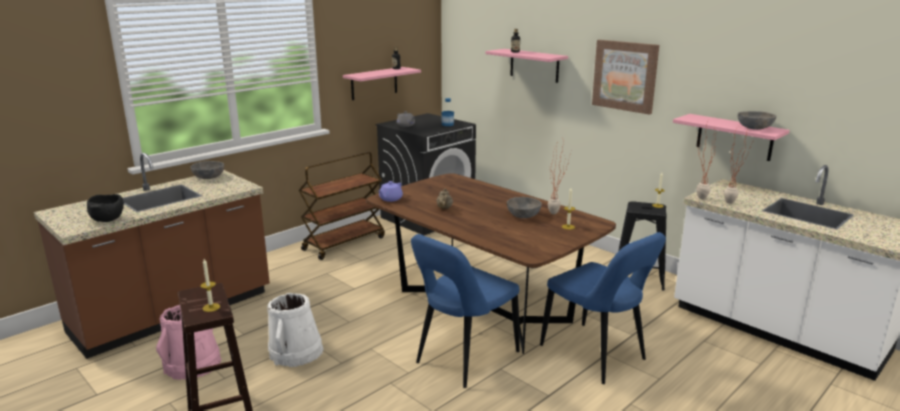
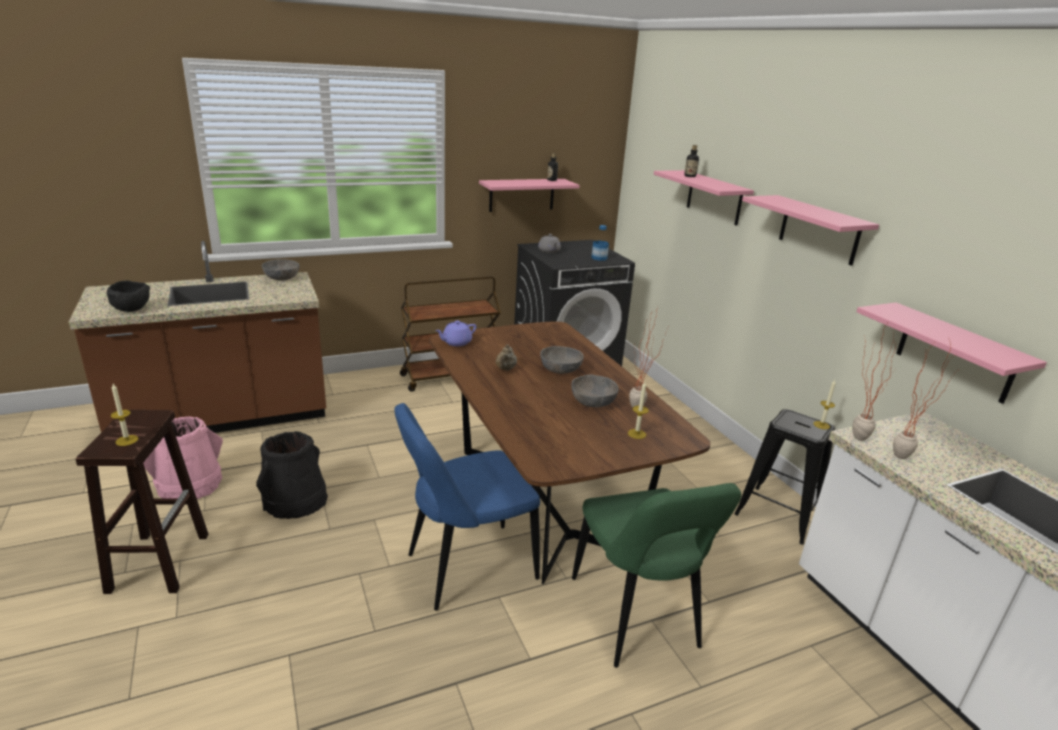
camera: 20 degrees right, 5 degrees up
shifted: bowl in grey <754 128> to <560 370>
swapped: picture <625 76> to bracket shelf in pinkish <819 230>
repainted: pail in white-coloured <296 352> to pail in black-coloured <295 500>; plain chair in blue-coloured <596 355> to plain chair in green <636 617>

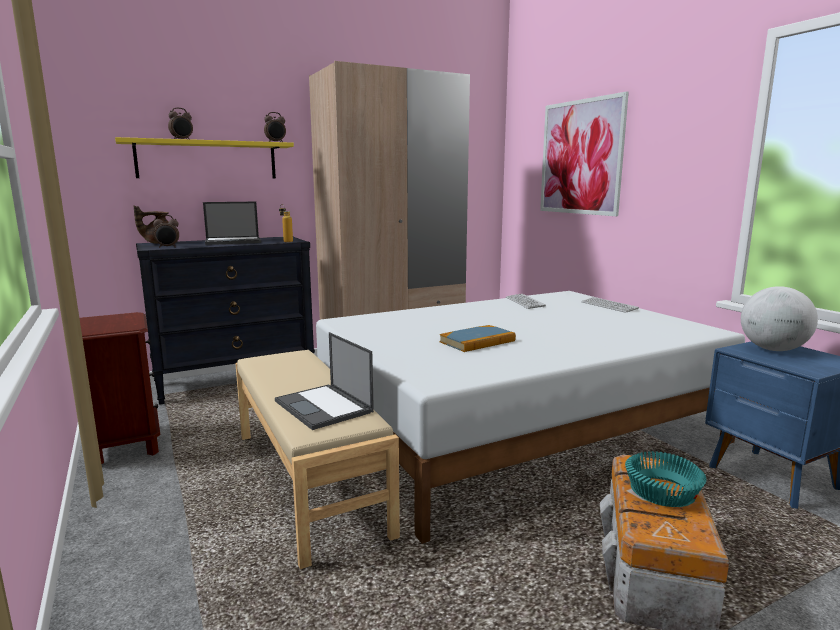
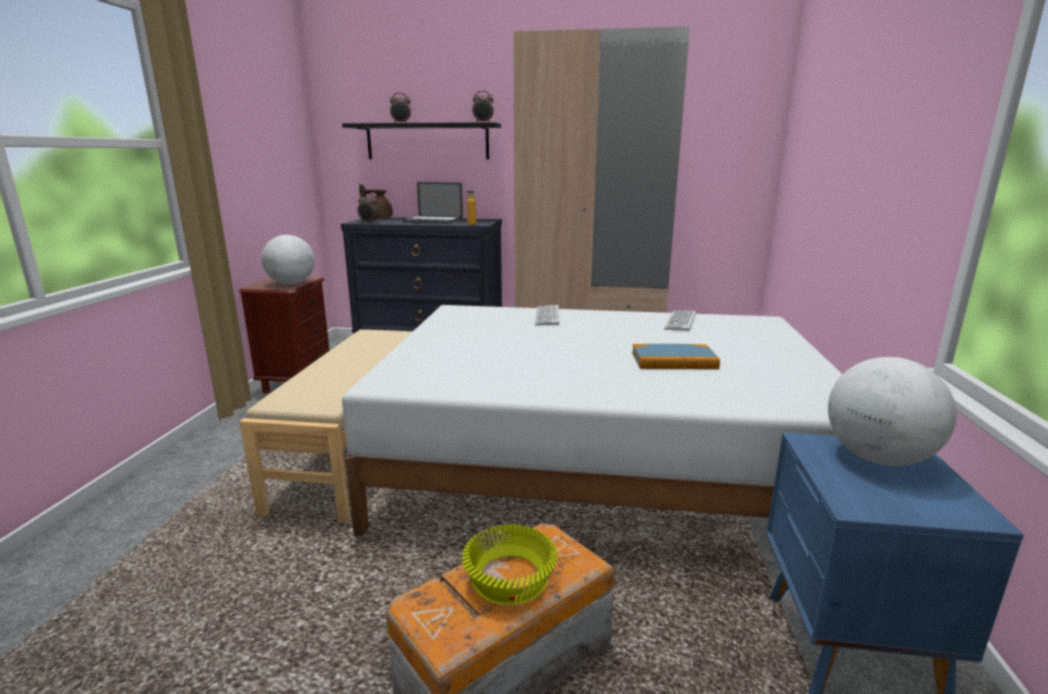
camera: 35 degrees right, 5 degrees up
gone: portable computer <324 407>; picture <580 157>
new: globe <291 283>
shifted: keyboard <609 306> to <547 316>; book <477 341> to <673 361>
repainted: bracket shelf in yellowish <207 160> to bracket shelf in black-coloured <427 141>; bowl in turquoise-coloured <663 492> to bowl in yellowish <509 580>

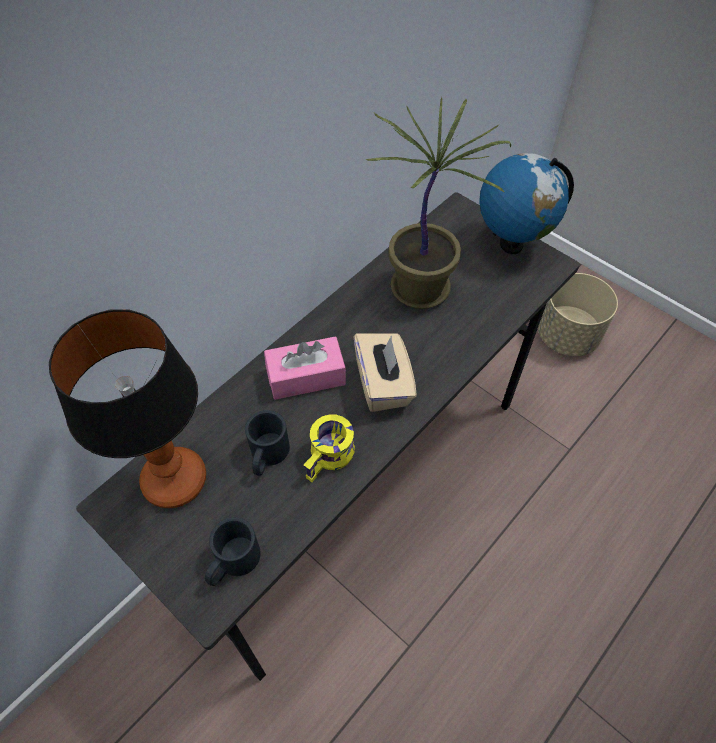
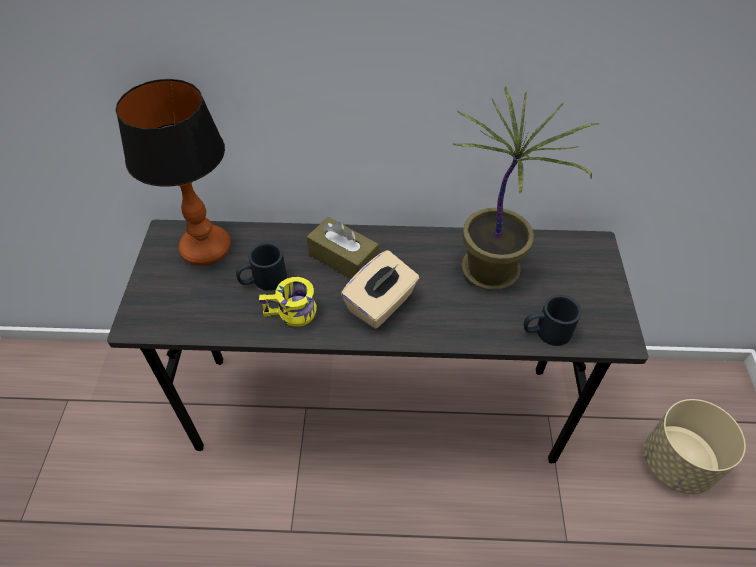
camera: 50 degrees right, 5 degrees down
gone: globe <511 244>
shifted: tea mug in black-coloured <232 563> to <546 332>
repainted: tissue holder in pinkish <306 376> to tissue holder in brown-coloured <343 259>

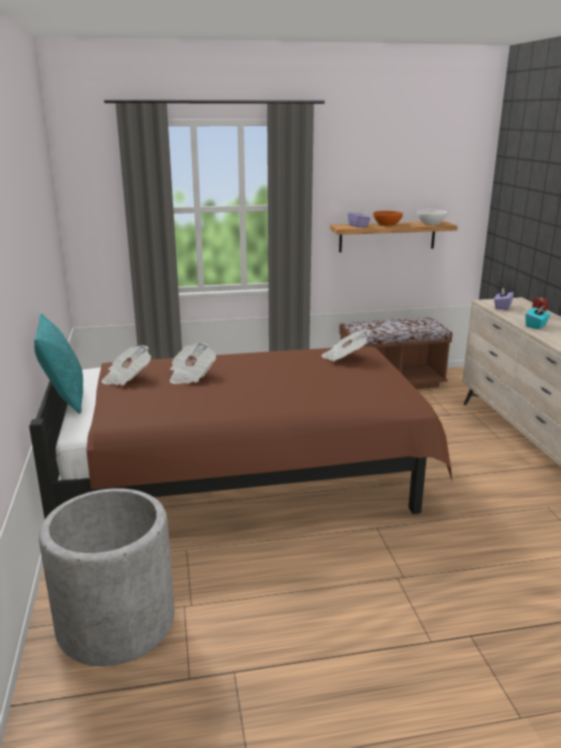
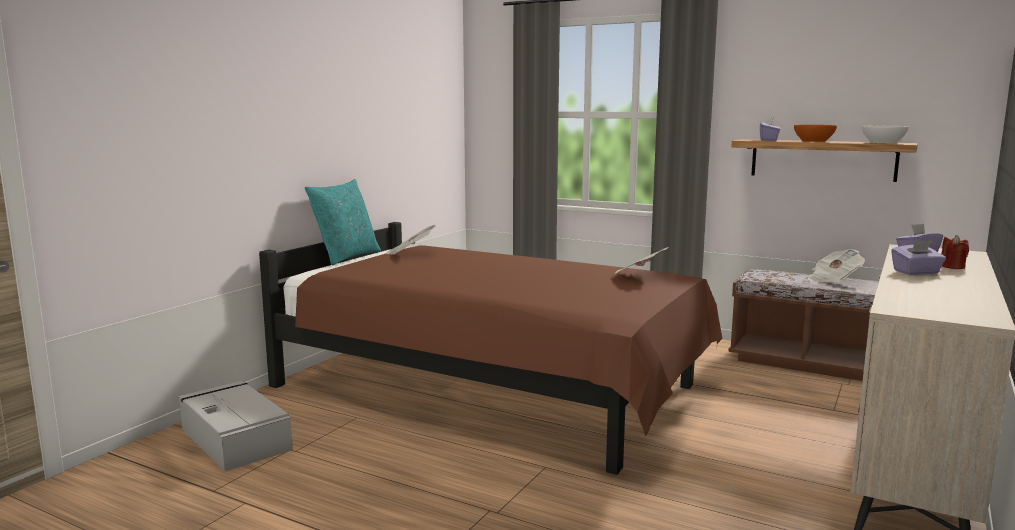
camera: 40 degrees right, 10 degrees down
shifted: daily paper <191 376> to <833 280>
swapped: flower pot in grey <116 622> to storage bin in grey <235 438>
repainted: tissue holder in turquoise-coloured <536 325> to tissue holder in purple-coloured <916 272>

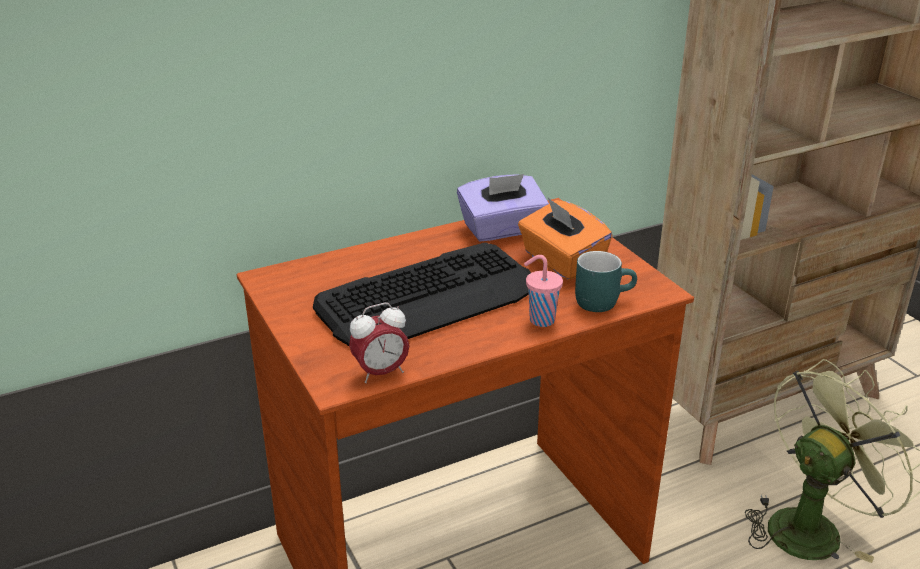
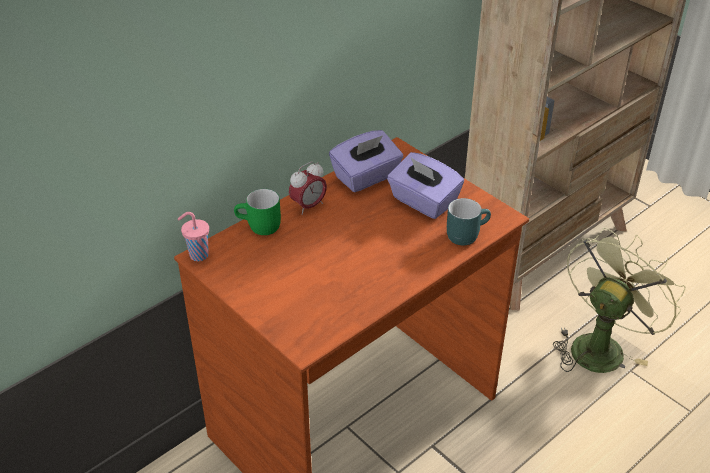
camera: 15 degrees left, 10 degrees up
gone: keyboard <429 298>
new: tea mug in green <259 227>
shifted: cup in pinkish <540 320> to <197 255>; alarm clock <380 373> to <308 206>
repainted: tissue holder in orangey <561 262> to tissue holder in purple-coloured <423 202>

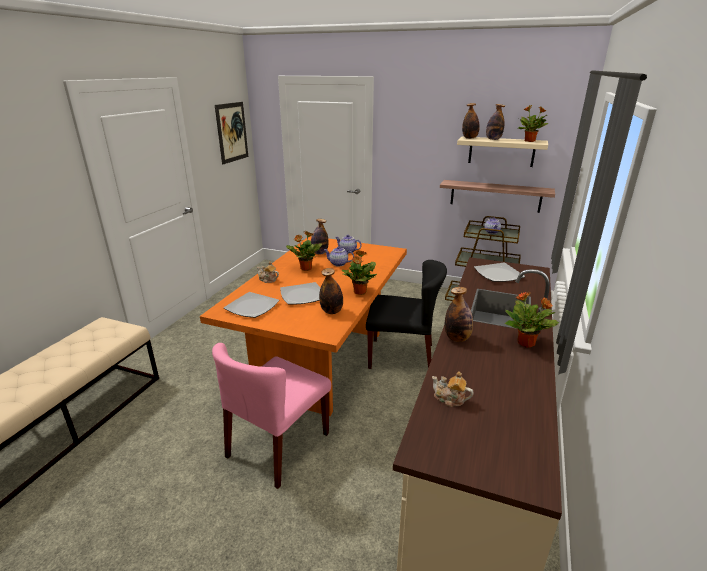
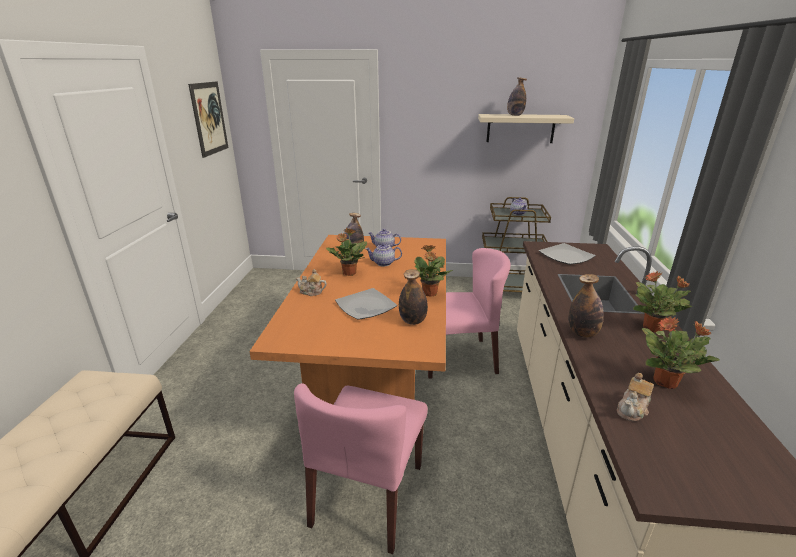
camera: 15 degrees left, 0 degrees up
gone: flat dish <251 307>; bracket shelf <495 196>; drink bottle <469 138>
shifted: potted plant <530 141> to <666 382>
repainted: plain chair in black-coloured <401 356> to plain chair in pinkish <457 358>
rotated: teapot <449 399> = <632 409> 60 degrees counterclockwise

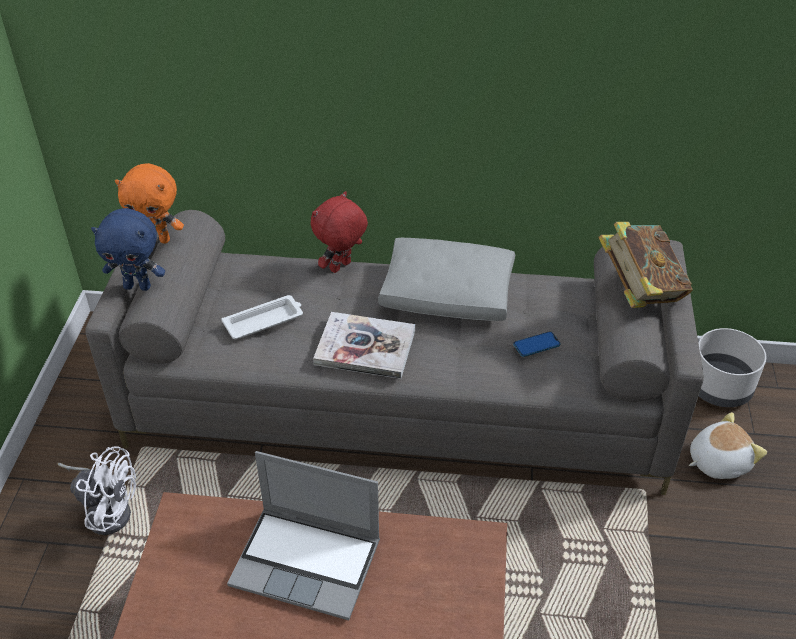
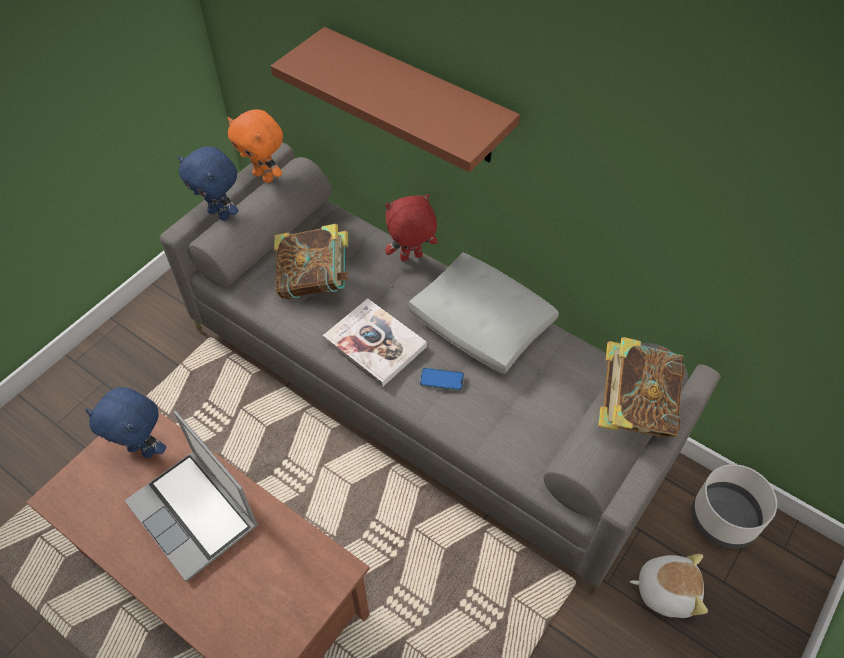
camera: 30 degrees right, 10 degrees up
gone: fan in white-coloured <106 510>
new: soft toy in blue-coloured <143 449>; bracket shelf in brown-coloured <417 98>
shifted: telephone <536 345> to <442 379>
swapped: serving tray in white-coloured <264 321> to book <315 282>

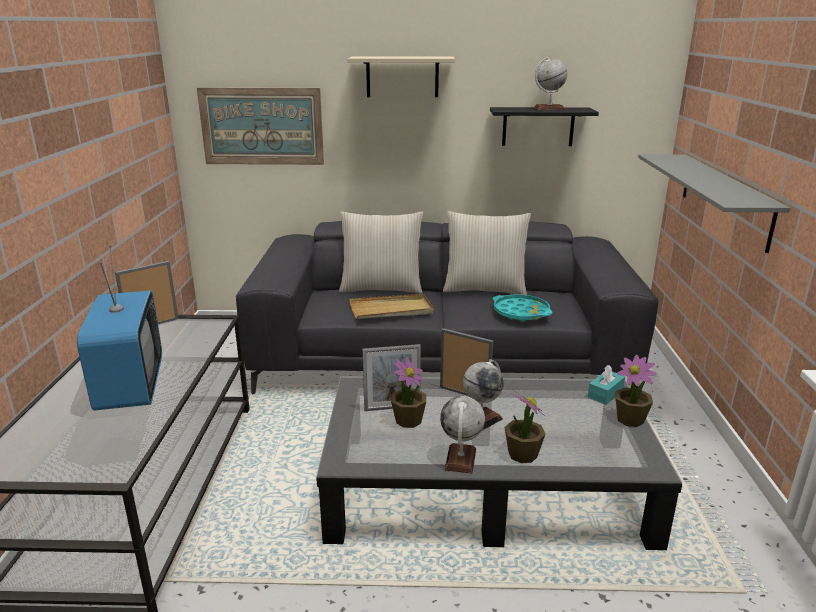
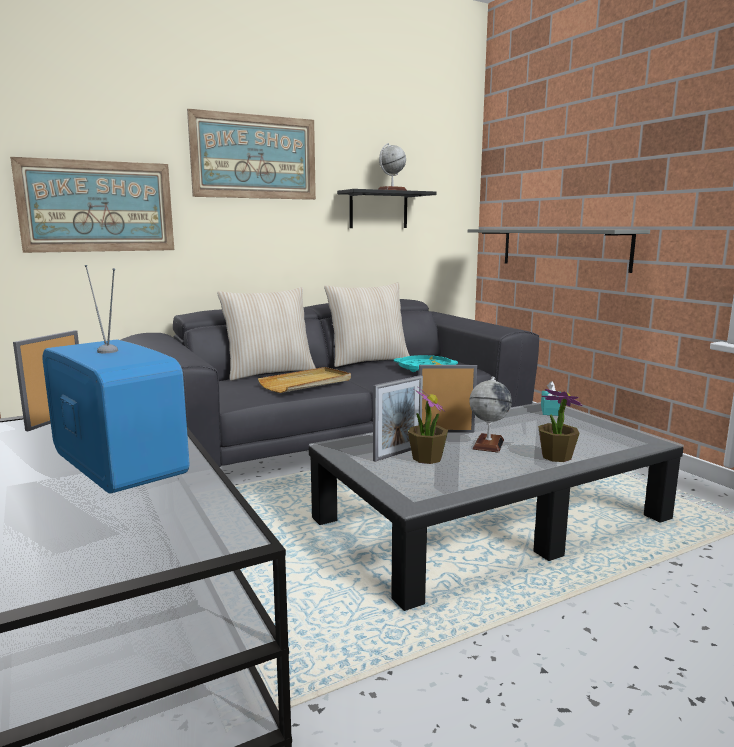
camera: 30 degrees left, 10 degrees down
gone: globe <460 459>; potted plant <630 419>
swapped: bracket shelf in sand-coloured <402 77> to picture <254 157>

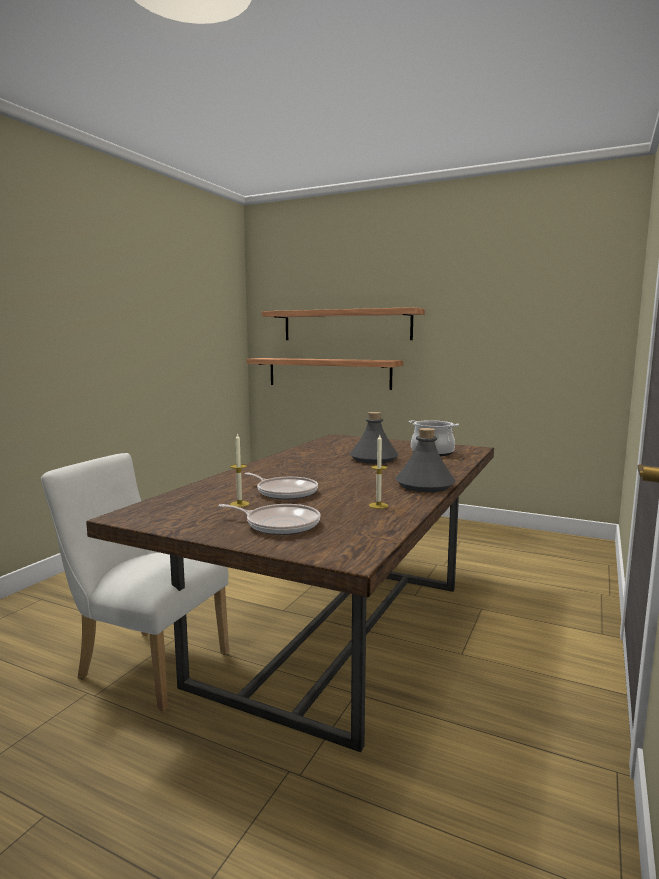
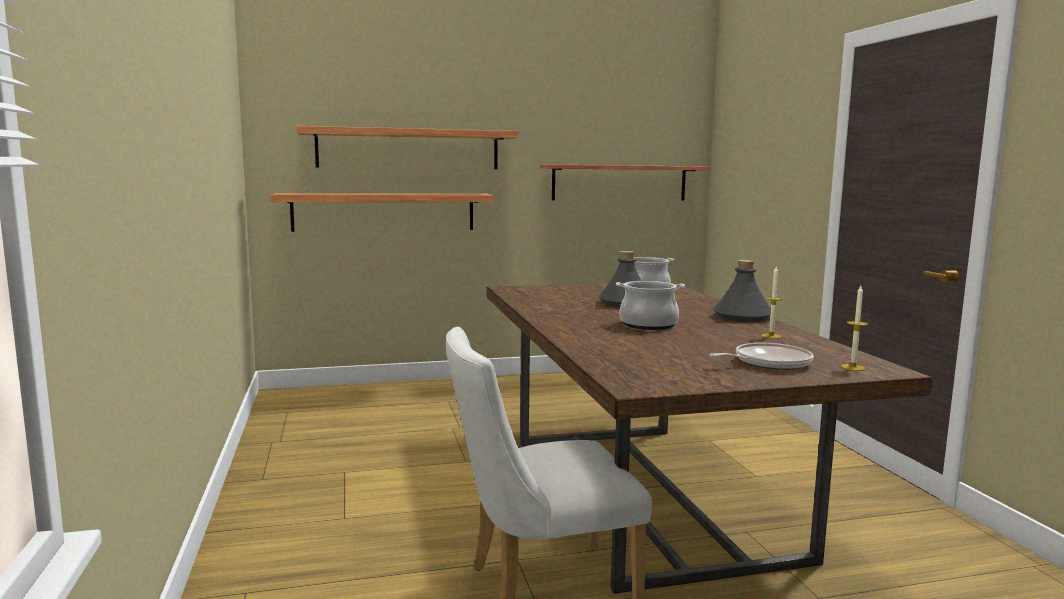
camera: 40 degrees left, 0 degrees up
gone: pan <285 492>
new: bracket shelf <619 182>; saucepot <648 324>
shifted: wax candle <239 504> to <853 367>

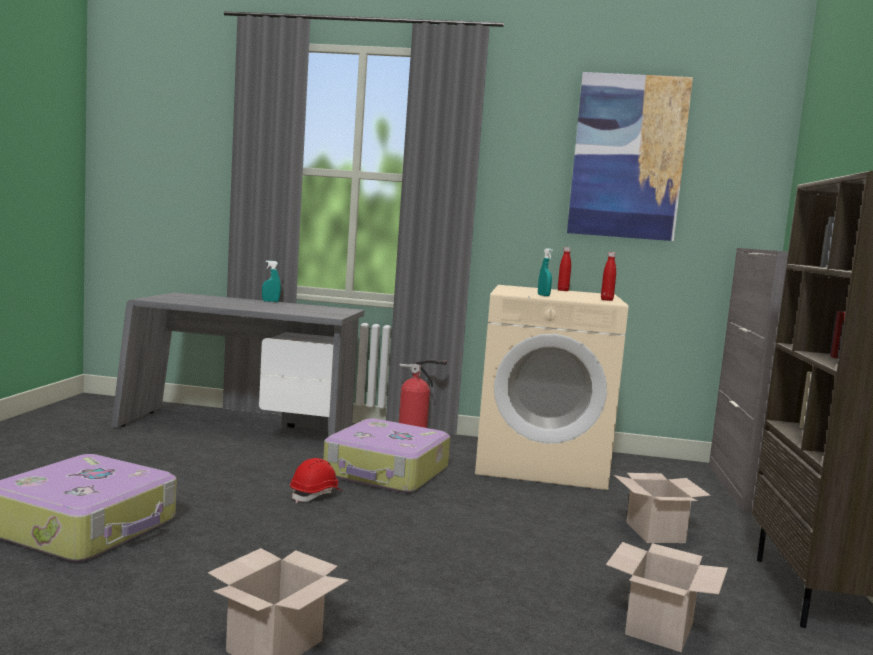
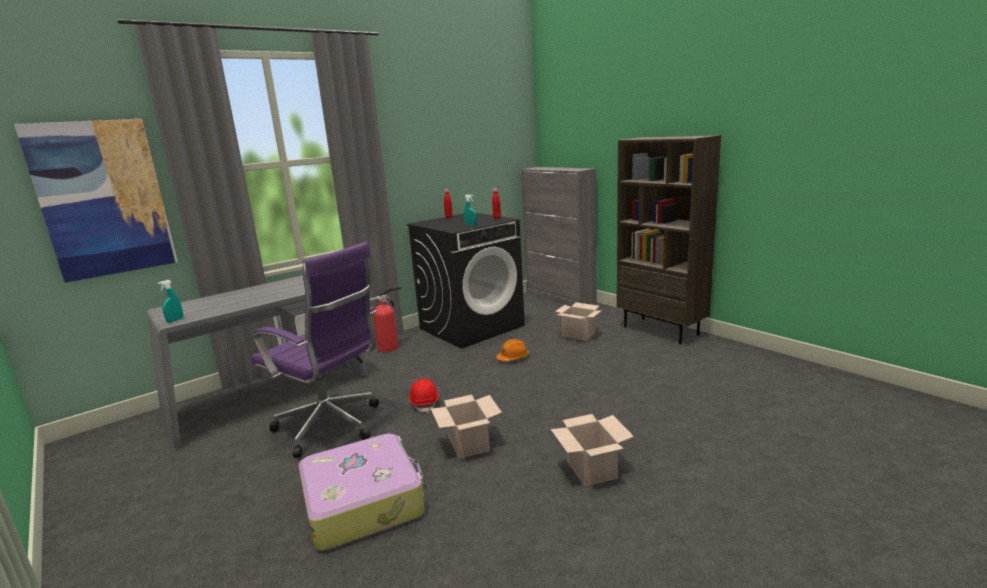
camera: 45 degrees left, 10 degrees up
gone: suitcase <387 472>
new: desk chair in purple-coloured <332 427>; work helmet in orangey <513 358>
shifted: picture <627 157> to <103 199>; sprayer in turquoise-coloured <270 301> to <175 320>; cardboard box <658 627> to <467 444>
repainted: washing machine in sand-coloured <542 463> to washing machine in black-coloured <472 327>

